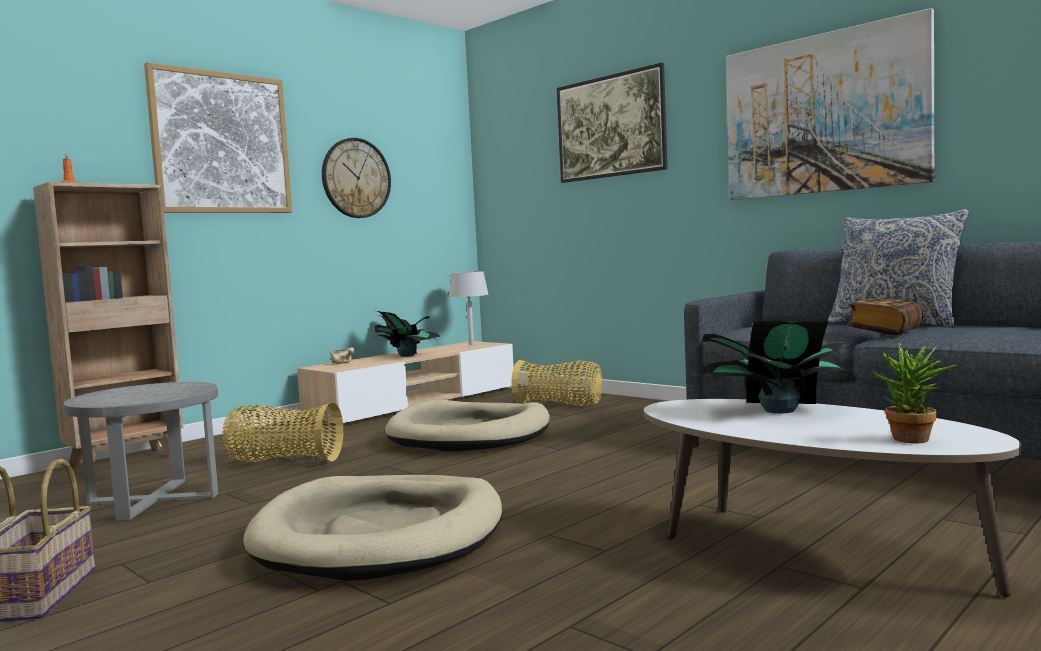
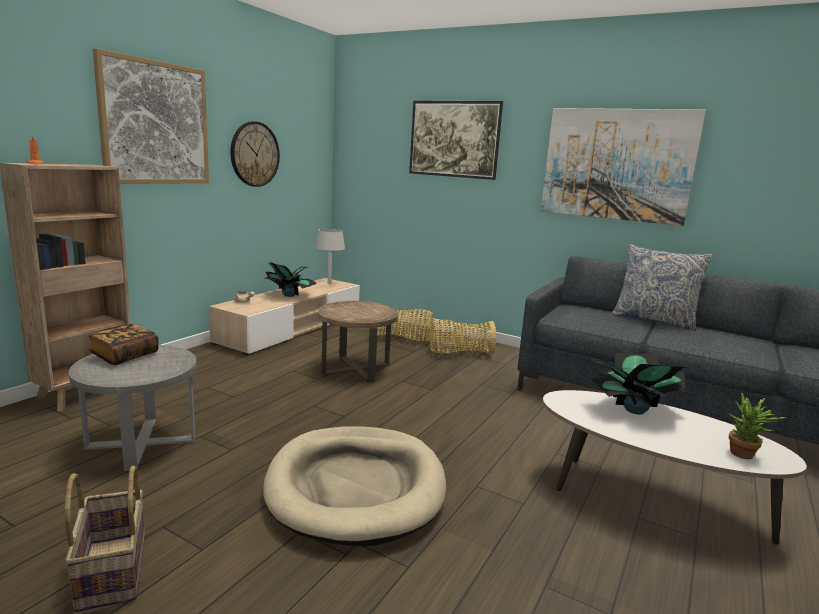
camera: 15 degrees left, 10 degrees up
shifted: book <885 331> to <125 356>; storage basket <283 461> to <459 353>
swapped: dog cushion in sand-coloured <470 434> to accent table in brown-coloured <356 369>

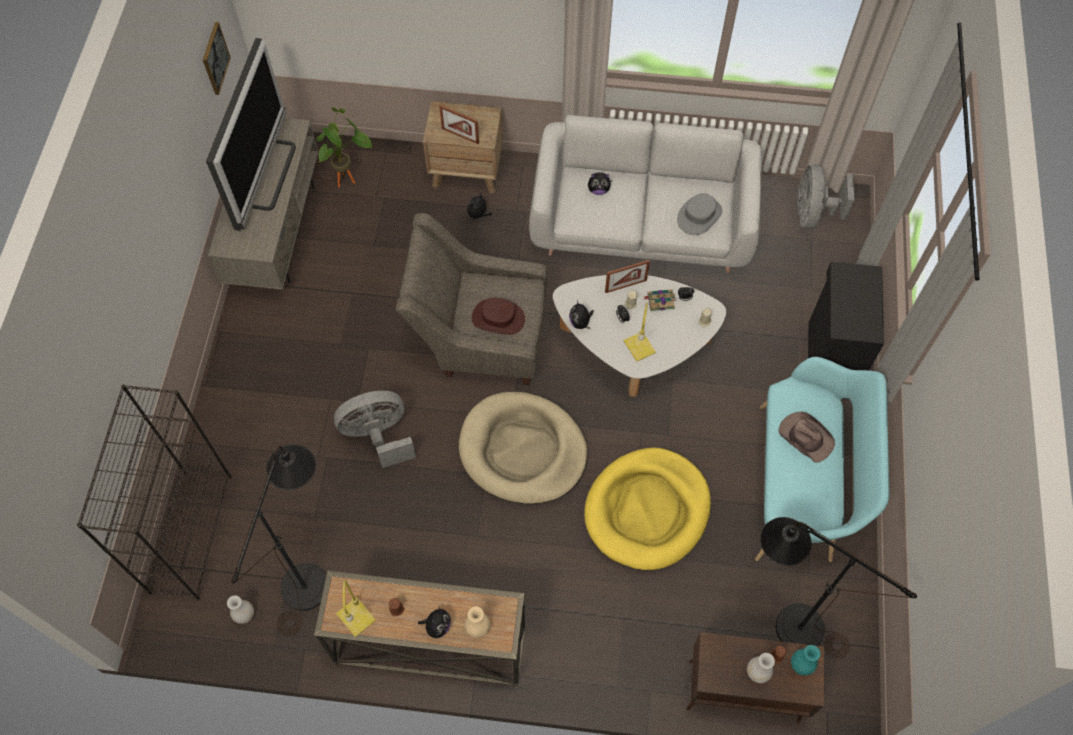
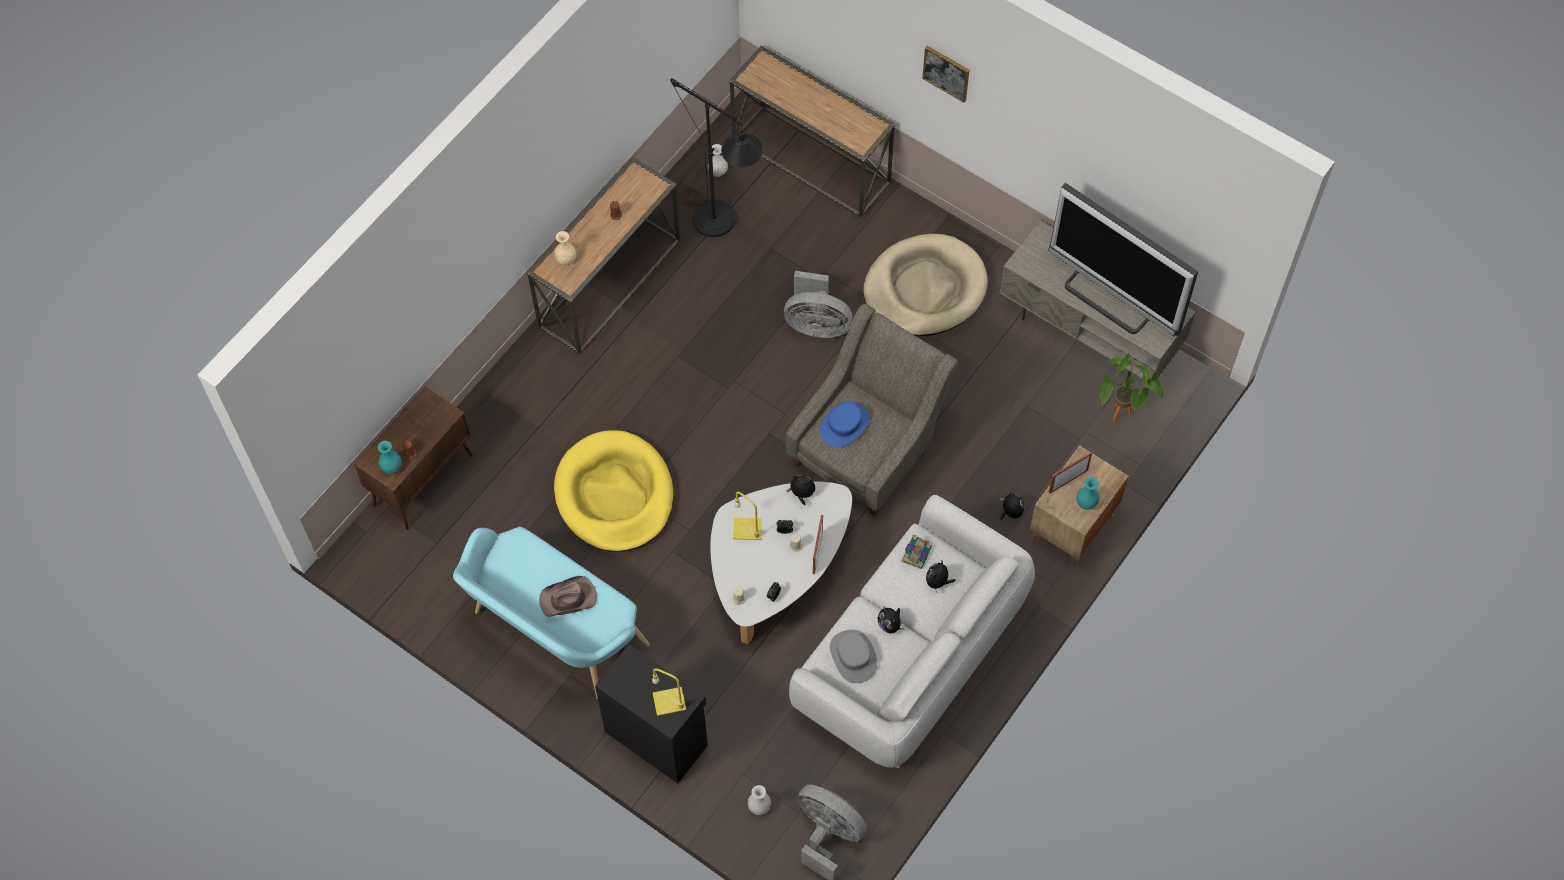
camera: 120 degrees right, 0 degrees up
gone: standard lamp in black-coloured <786 621>
new: vase in turquoise-coloured <1086 503>
shifted: lamp for a table in yellowish <355 616> to <670 701>; vase in white-coloured <757 672> to <759 806>; dog cushion in sand-coloured <523 450> to <924 289>; soft toy <437 626> to <890 625>; book <660 301> to <916 553>; picture <215 58> to <946 73>
swapped: bookcase in black-coloured <191 532> to hall table <812 160>
repainted: clothing hat in brown-coloured <498 318> to clothing hat in blue-coloured <844 425>
rotated: fan in grey <378 435> = <816 324> 90 degrees clockwise

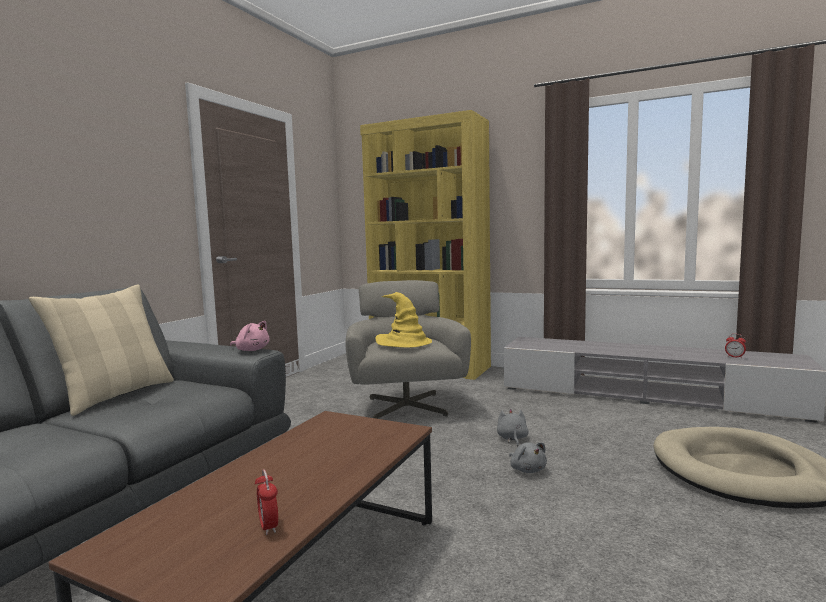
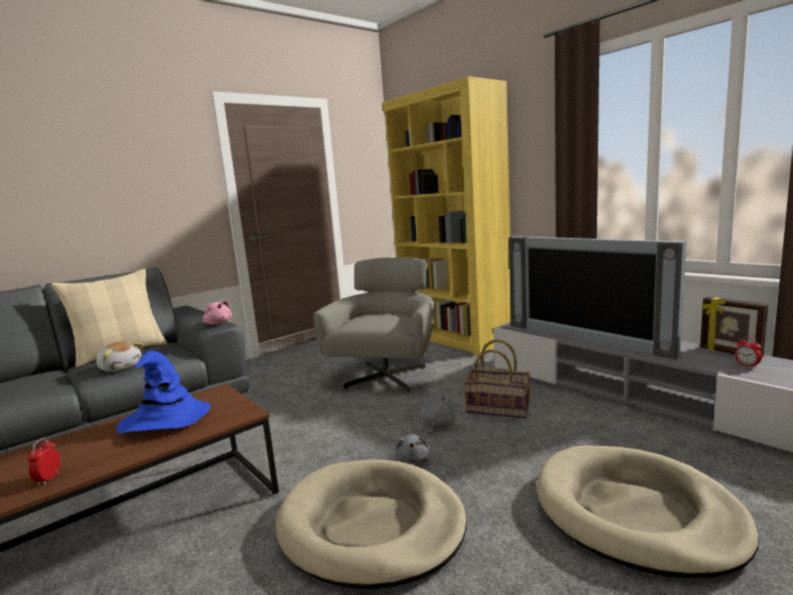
camera: 25 degrees right, 5 degrees up
gone: clothing hat in yellowish <404 343>
new: soft toy <120 367>; clothing hat in blue-coloured <164 420>; dog cushion in sand-coloured <371 525>; storage basket <498 408>; television <587 337>; standing frame <730 353>

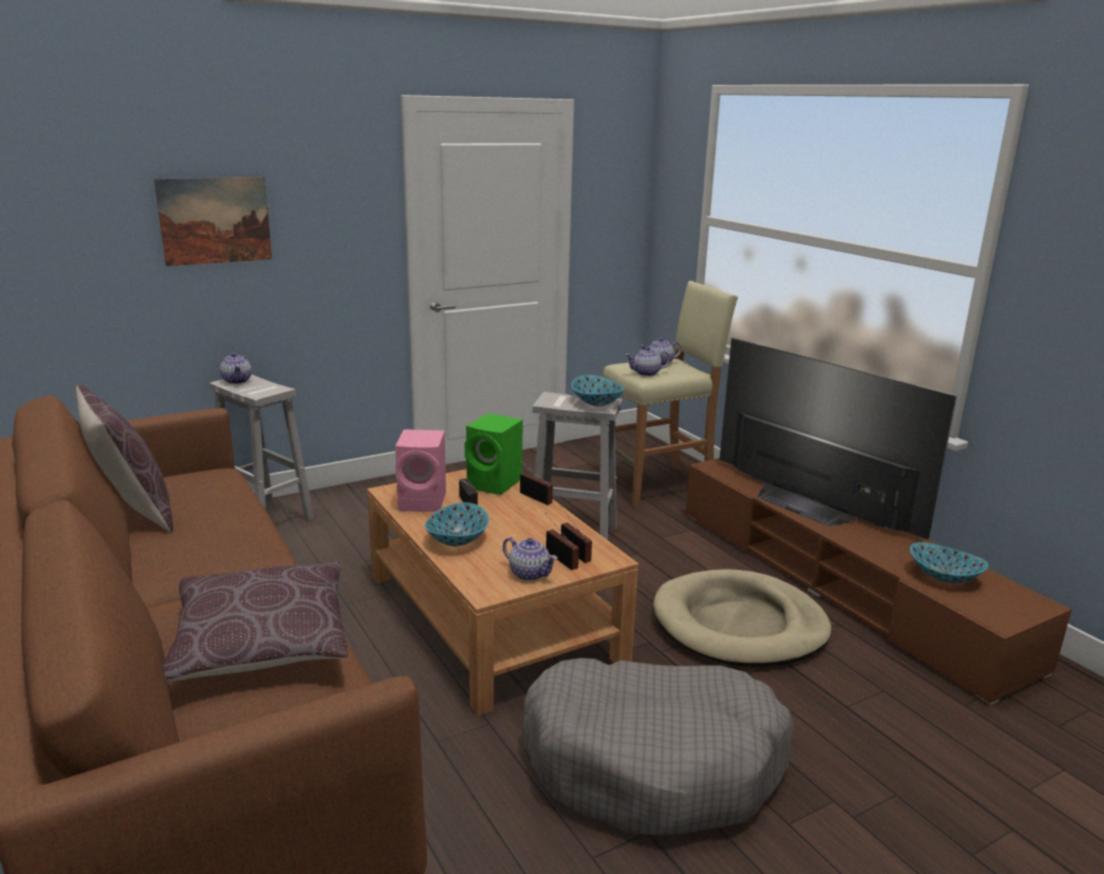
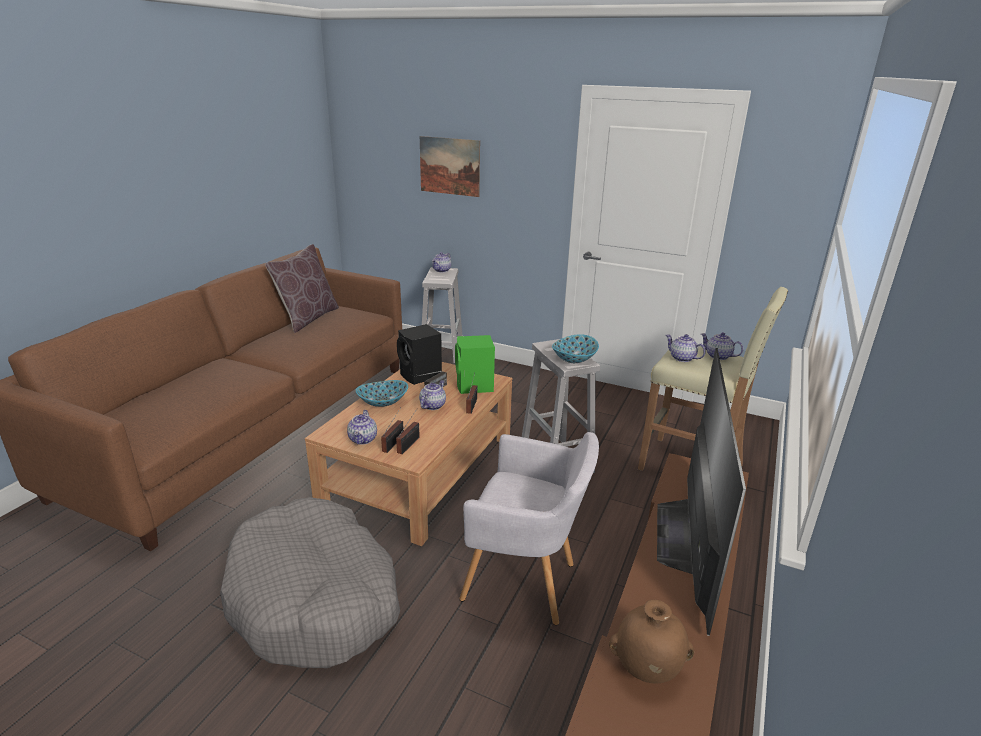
camera: 55 degrees right, 5 degrees up
gone: cushion in brown-coloured <262 642>
new: teapot <432 405>
swapped: dog cushion in sand-coloured <739 625> to easy chair in grey <525 583>; bowl <944 577> to vase in brown-coloured <646 669>
repainted: audio speaker in pinkish <424 501> to audio speaker in black-coloured <421 376>

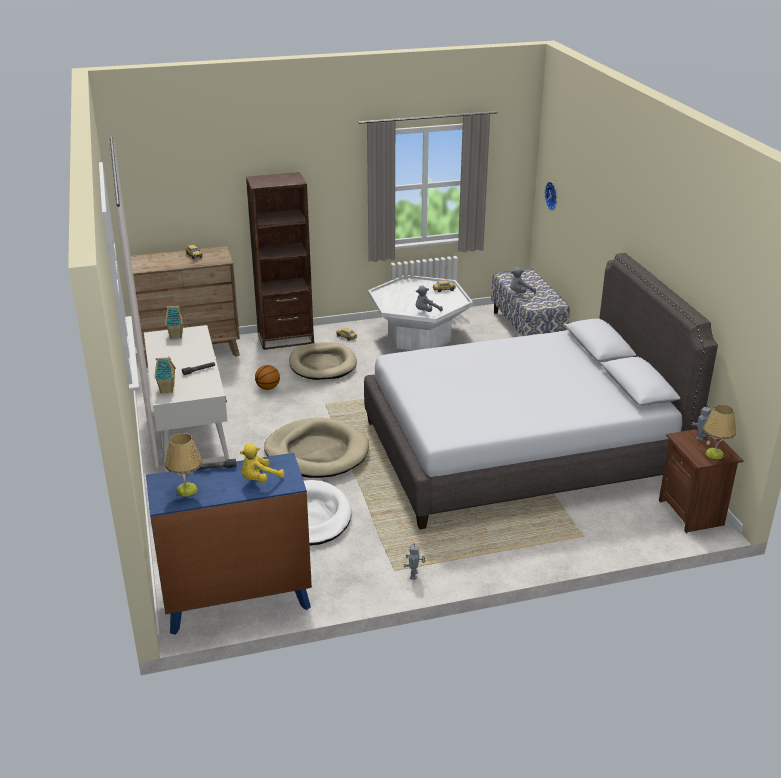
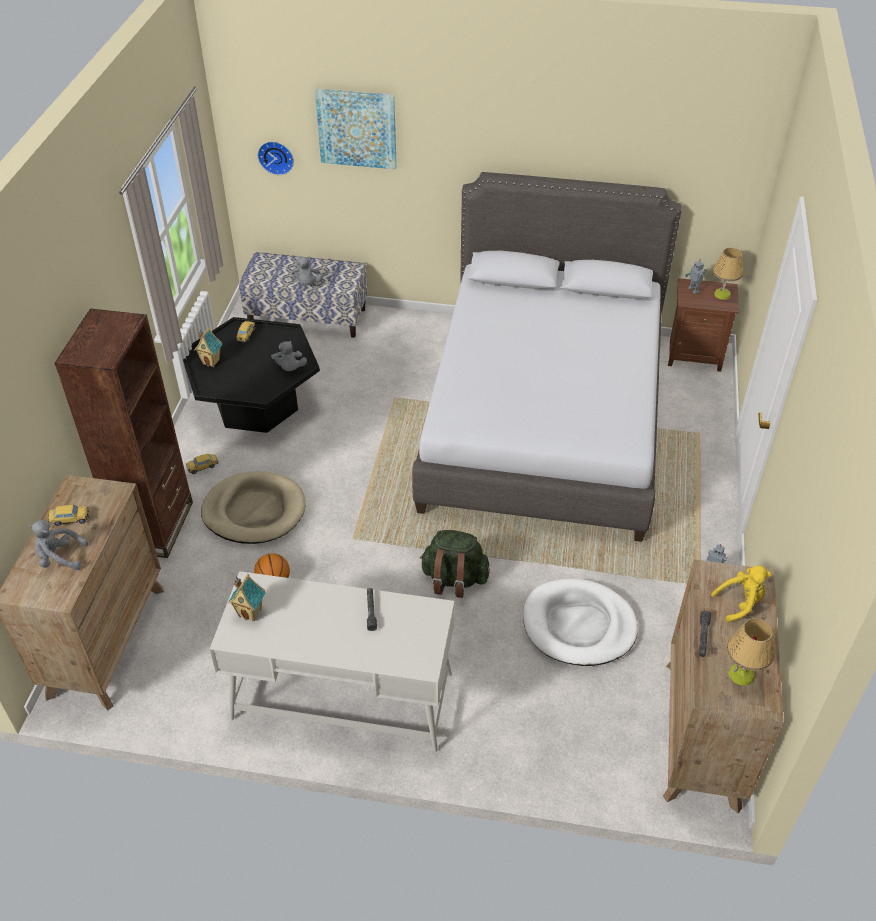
camera: 65 degrees left, 15 degrees up
new: soft toy in grey <60 558>; picture <357 128>
shifted: toy house <167 390> to <211 361>
swapped: dog cushion in sand-coloured <317 452> to knapsack in green <454 579>
repainted: lounge table in white-coloured <418 337> to lounge table in black-coloured <256 405>; dresser in blue-coloured <237 600> to dresser in brown-coloured <702 734>
rotated: soft toy in yellowish <259 479> = <740 603> 90 degrees counterclockwise

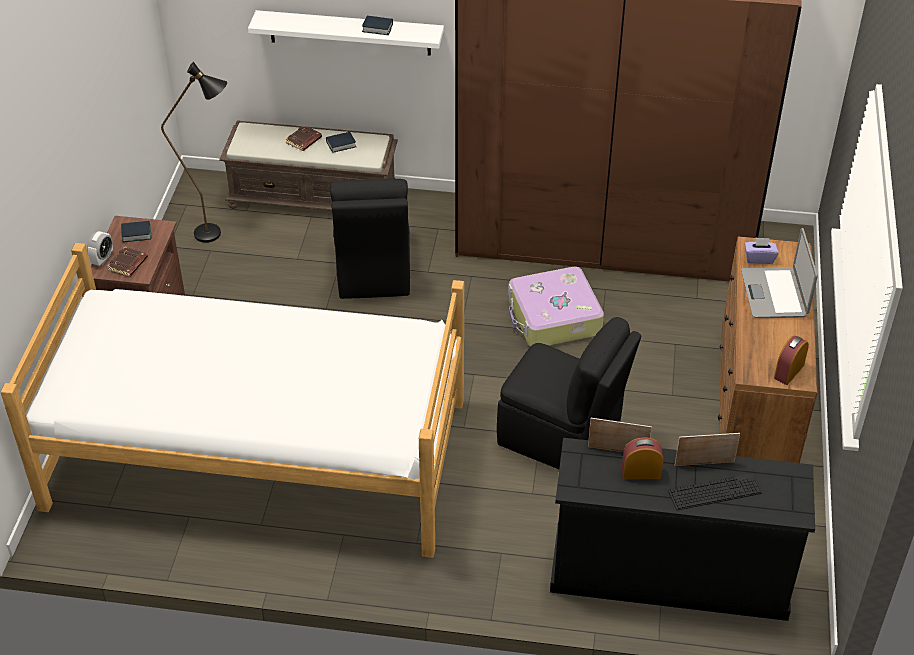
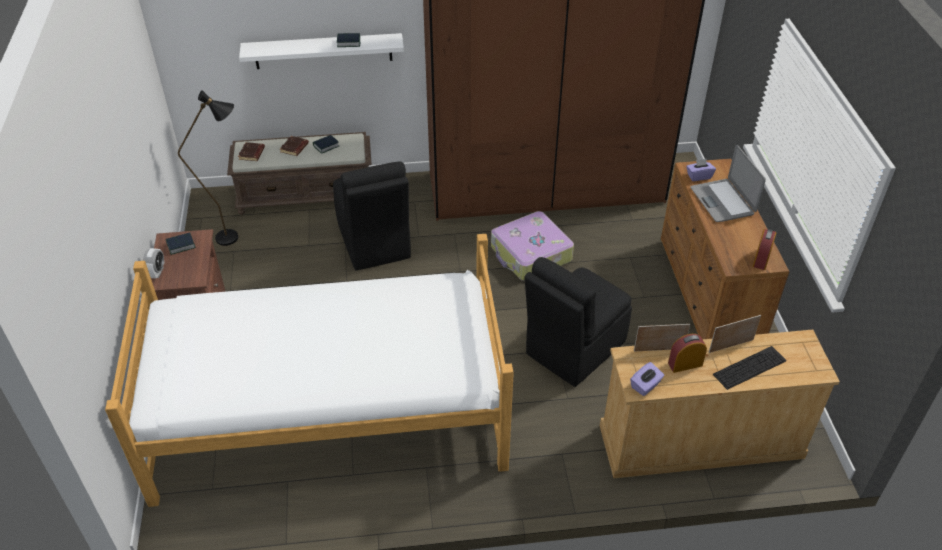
camera: 15 degrees left, 0 degrees up
new: tissue holder in purple-coloured <645 386>
shifted: book in brown-coloured <128 265> to <252 154>
repainted: dresser in black-coloured <668 575> to dresser in sand-coloured <699 442>
rotated: plain chair in black-coloured <561 439> = <573 349> 120 degrees clockwise

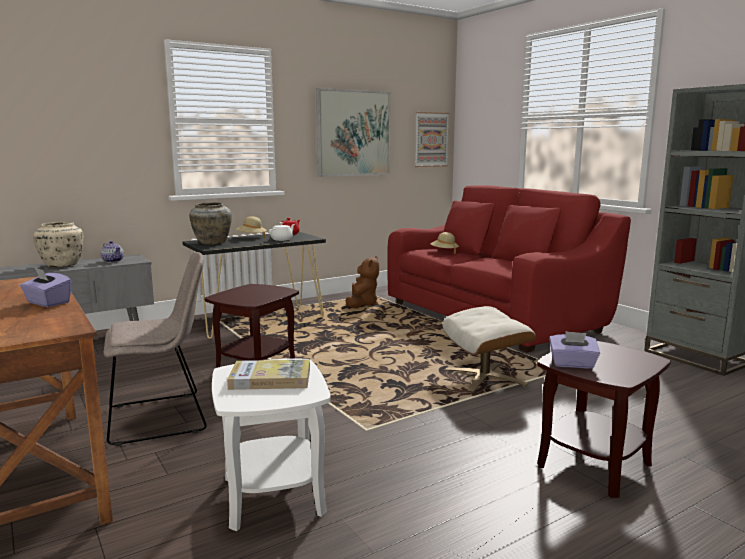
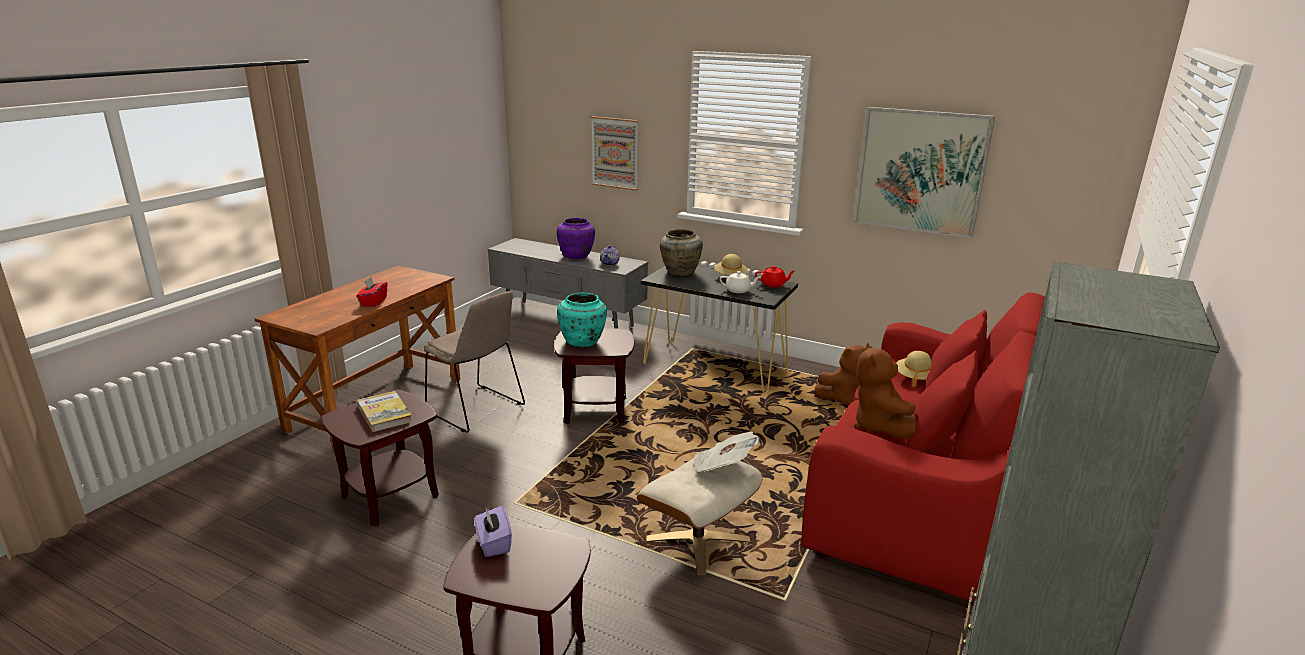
camera: 60 degrees right, 10 degrees up
new: vase in turquoise-coloured <583 342>; daily paper <722 466>; soft toy in brown-coloured <880 427>
shifted: picture <431 139> to <615 153>
repainted: accent table in white-coloured <272 495> to accent table in brown-coloured <390 496>; tissue holder in purple-coloured <47 303> to tissue holder in red-coloured <373 302>; vase in sand-coloured <62 265> to vase in purple-coloured <576 256>

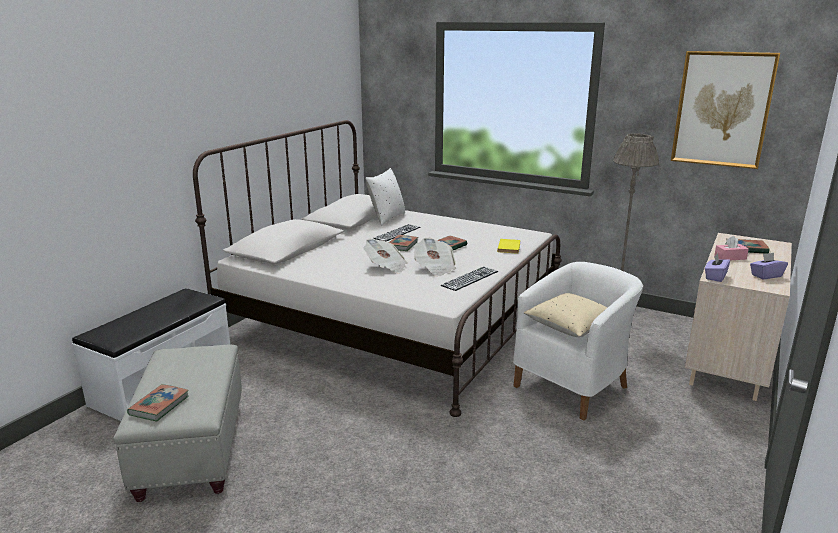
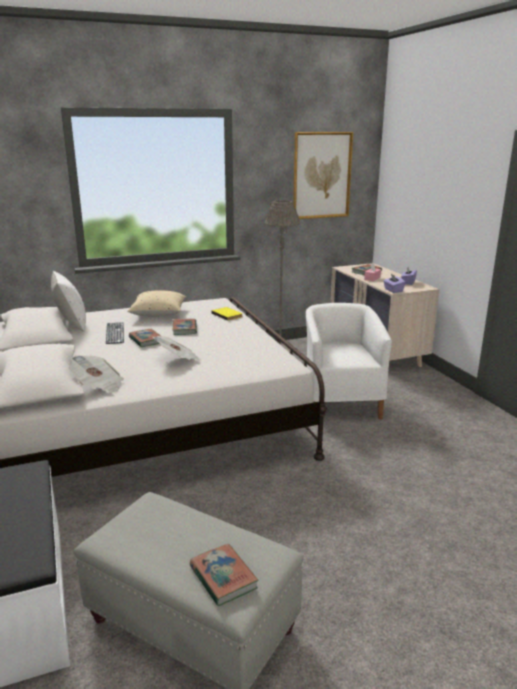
camera: 50 degrees left, 0 degrees up
gone: keyboard <470 278>
shifted: daily paper <434 268> to <98 386>; cushion in sand-coloured <570 328> to <158 314>

